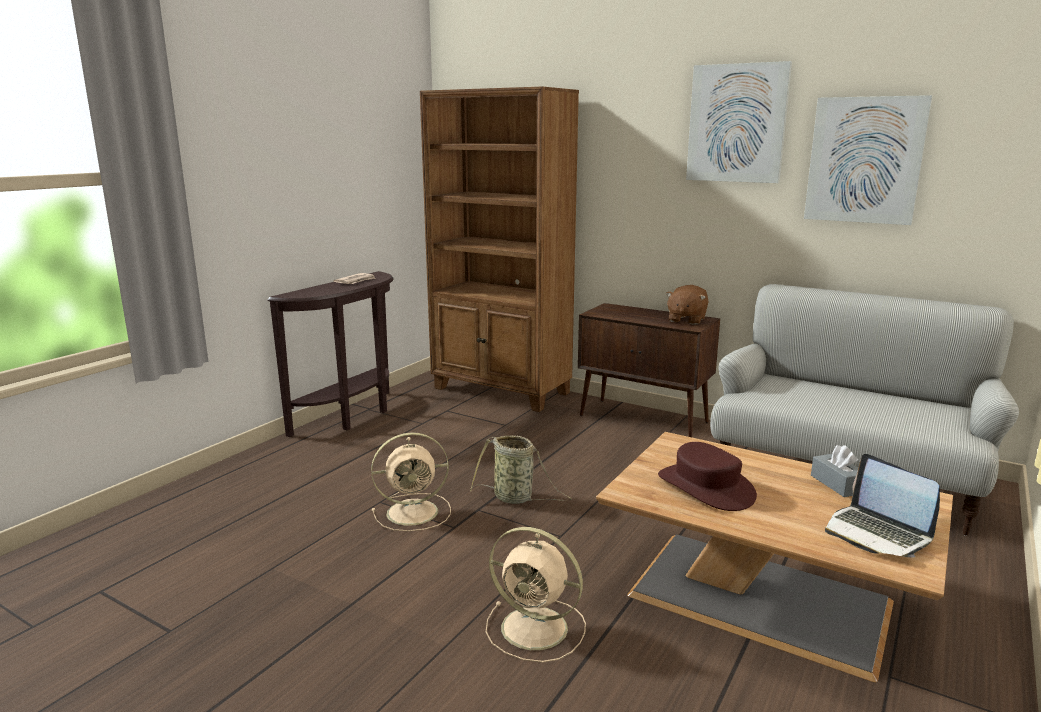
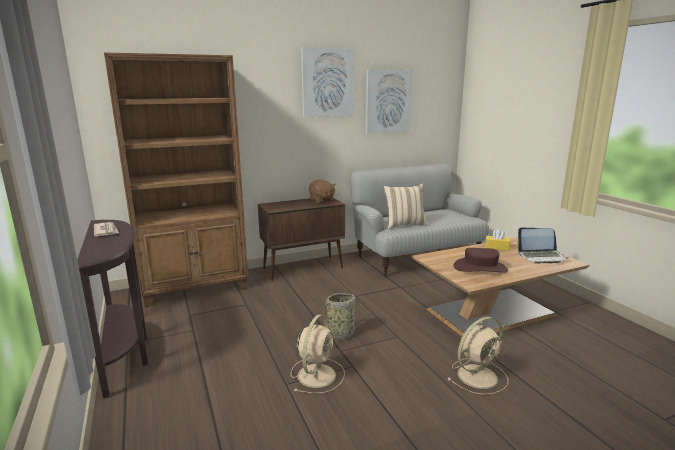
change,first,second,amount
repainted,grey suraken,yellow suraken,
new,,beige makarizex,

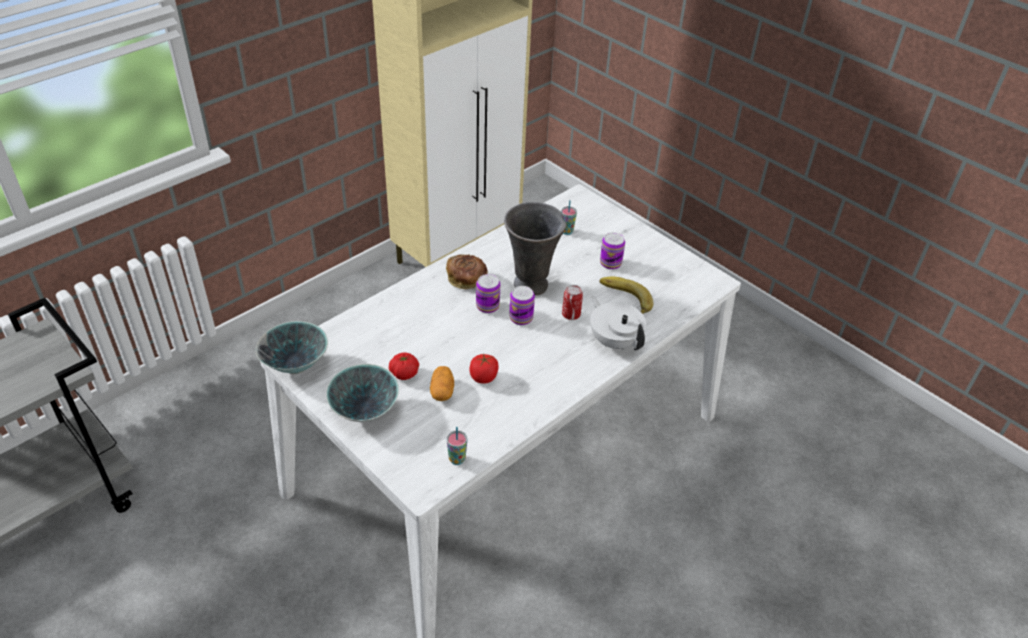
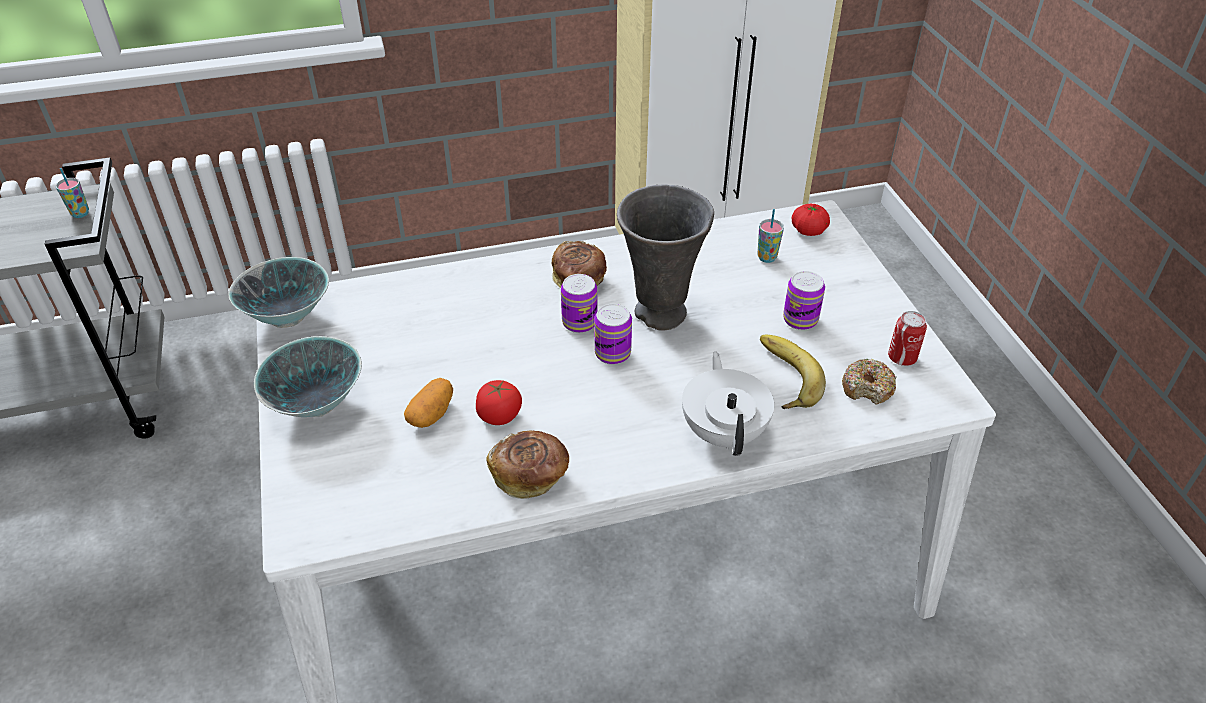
change,first,second,amount
shifted,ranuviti (no. 3 from left in the first image),ranuviti (no. 4 from left),
shifted,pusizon (no. 1 from left in the first image),pusizon (no. 2 from left),
shifted,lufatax (no. 1 from left),,
new,,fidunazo,
new,,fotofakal (no. 1 from left),

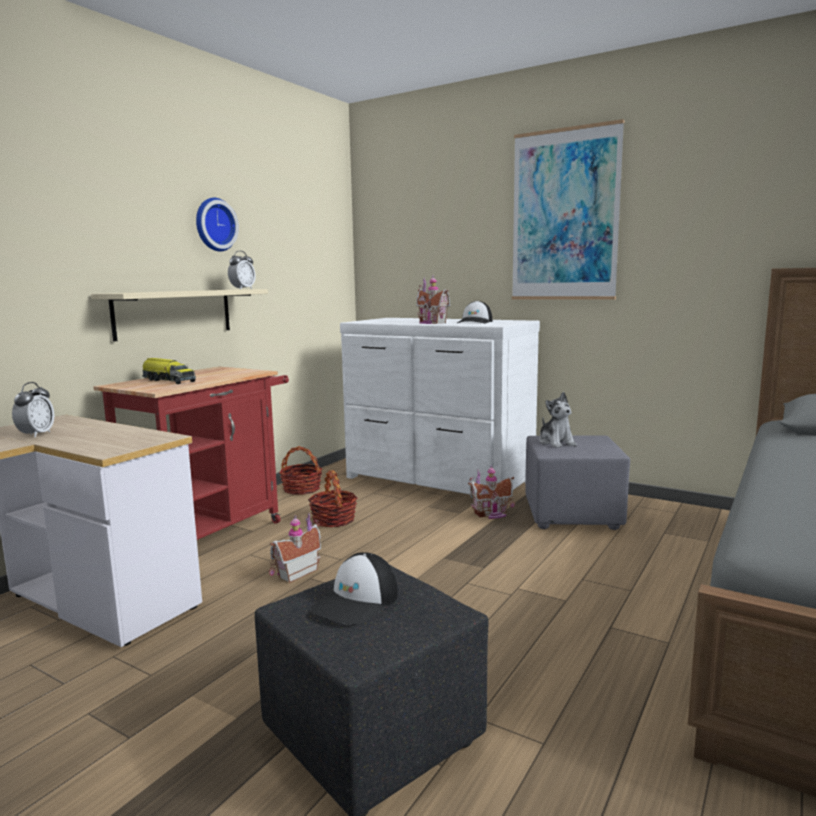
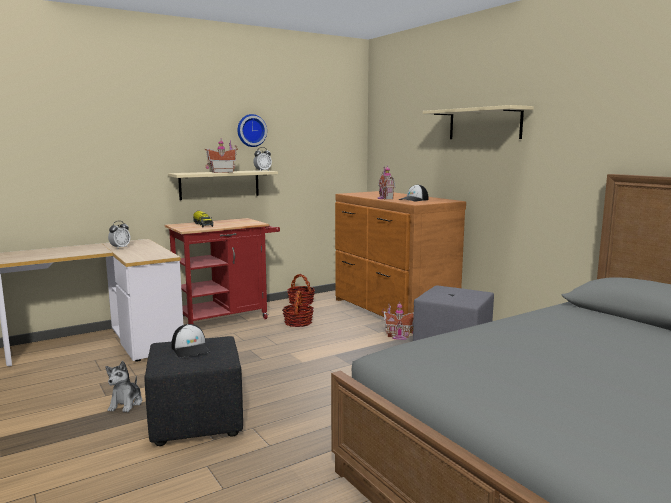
change,first,second,amount
swapped,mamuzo,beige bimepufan (no. 2 from left),
repainted,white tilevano,brown tilevano,
shifted,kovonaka,,
shifted,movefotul (no. 1 from left),,
rotated,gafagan (no. 1 from left),,90 degrees counterclockwise

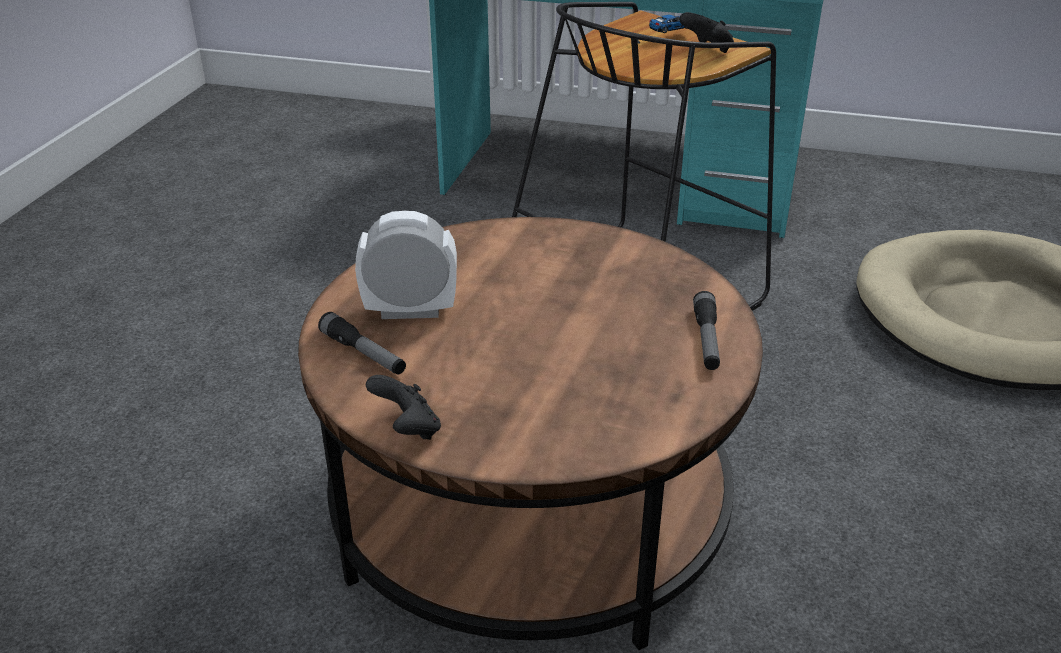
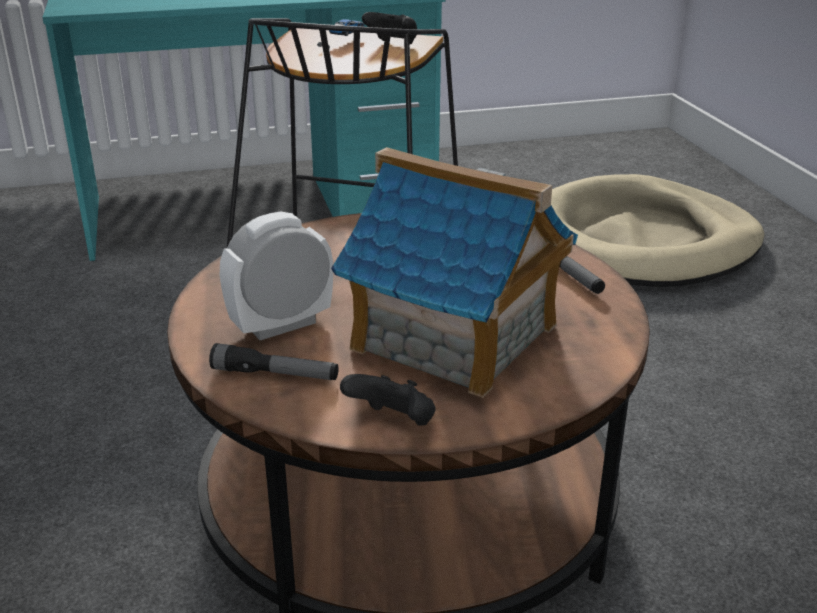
change,first,second,amount
new,,movefotul,

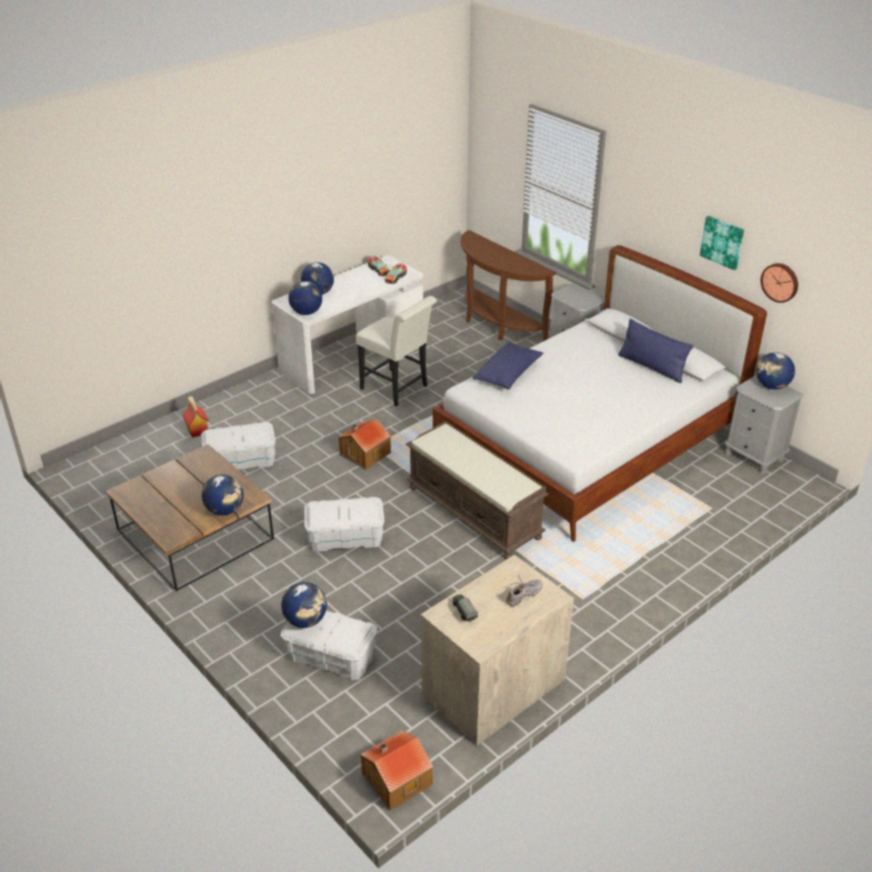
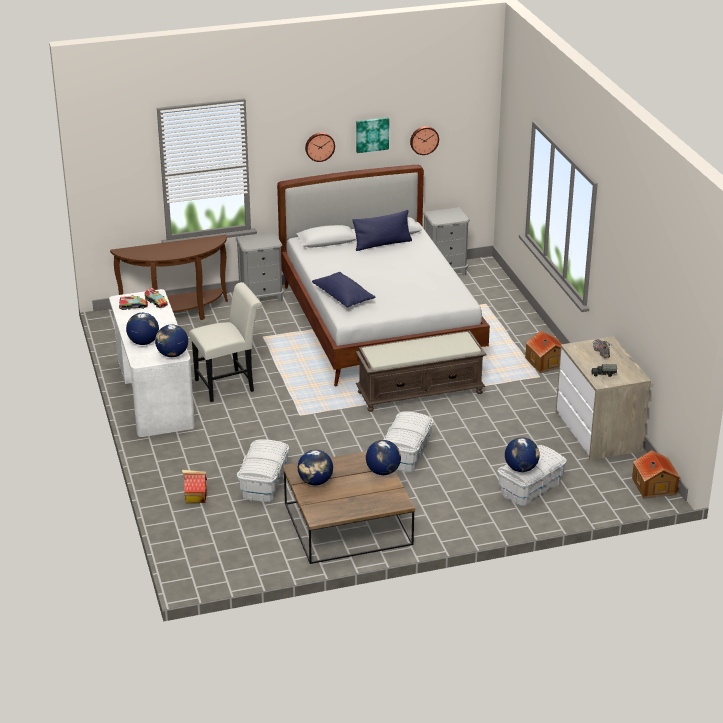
change,first,second,amount
shifted,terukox (no. 5 from left in the first image),terukox (no. 3 from left),
shifted,movefotul (no. 2 from left),,
new,,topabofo (no. 1 from left),

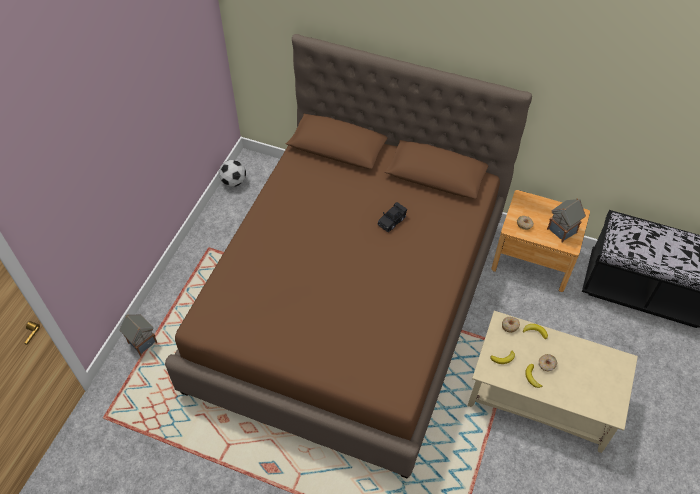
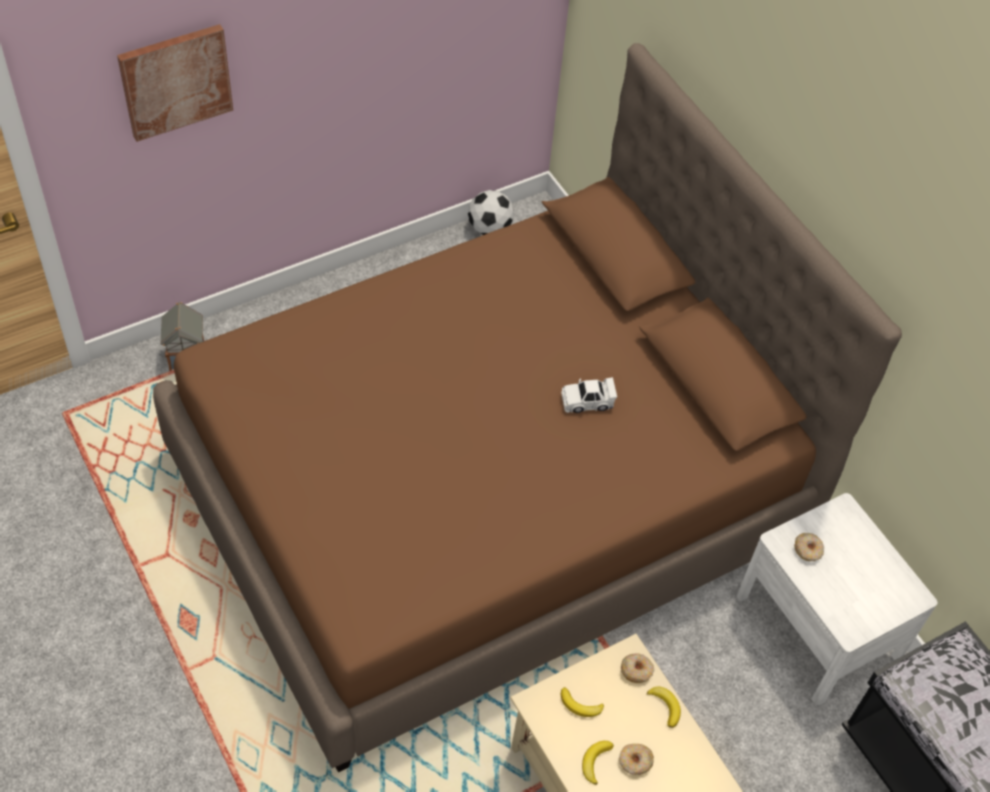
change,first,second,amount
repainted,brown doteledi,white doteledi,
gone,movefotul (no. 2 from left),,
repainted,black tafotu,white tafotu,
new,,mamuzo,

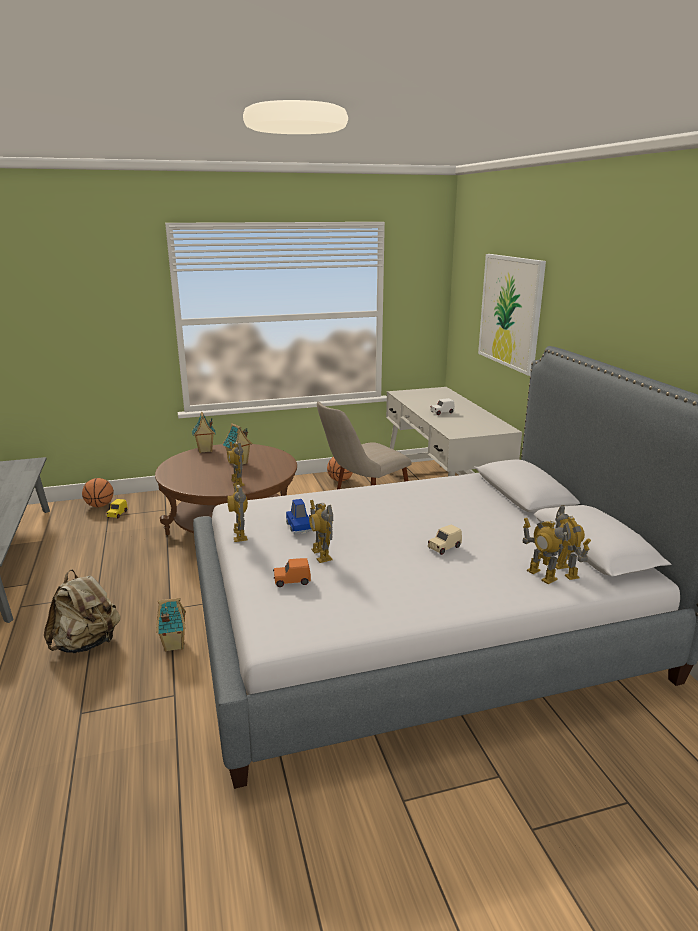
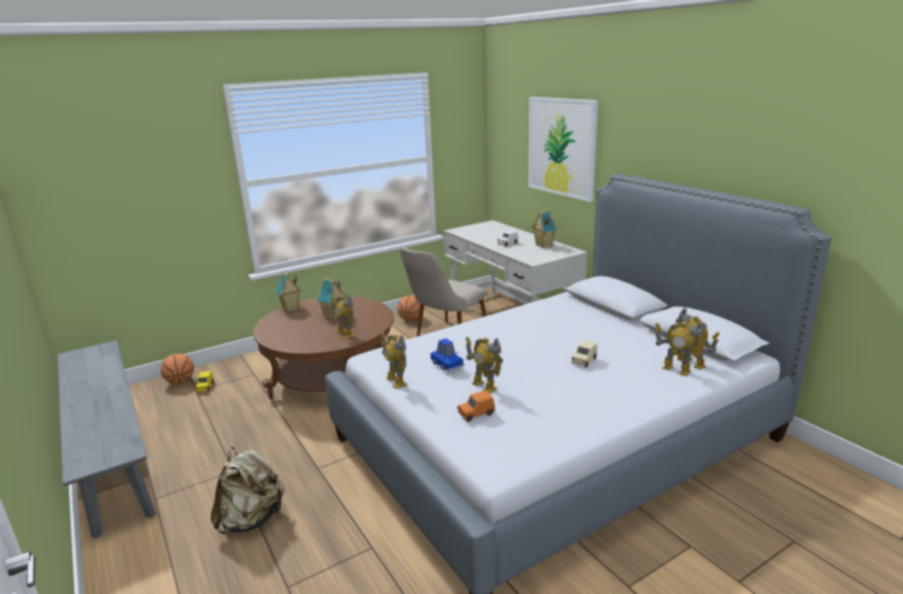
change,first,second,amount
shifted,movefotul (no. 1 from left in the first image),movefotul (no. 3 from left),

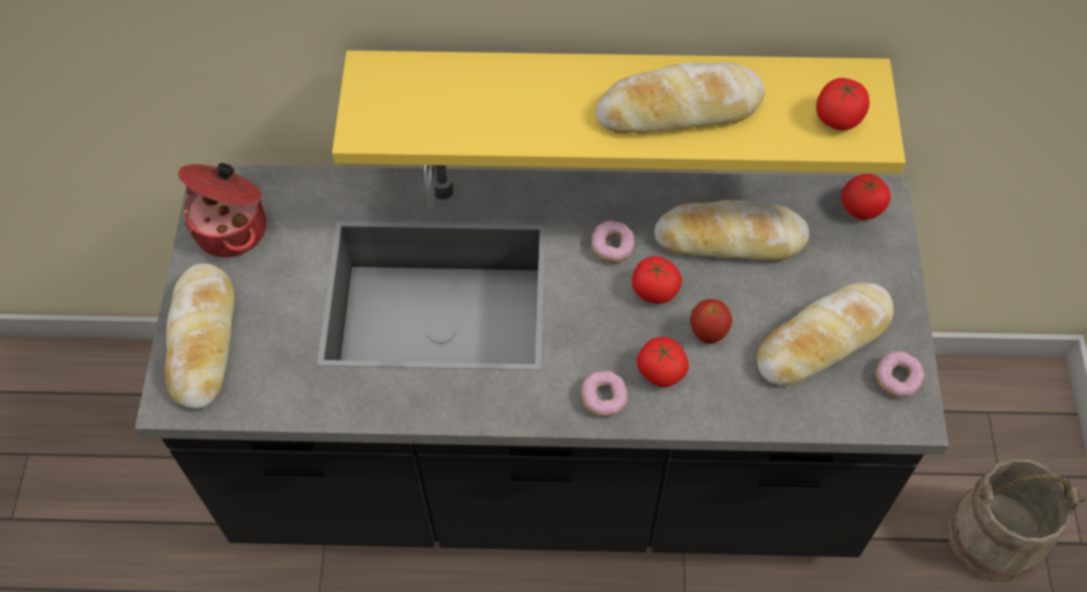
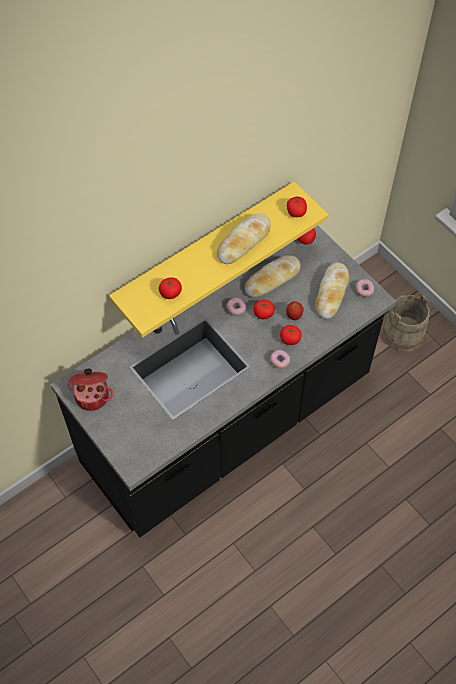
change,first,second,amount
gone,fotofakal (no. 1 from left),,
new,,pusizon (no. 1 from left),

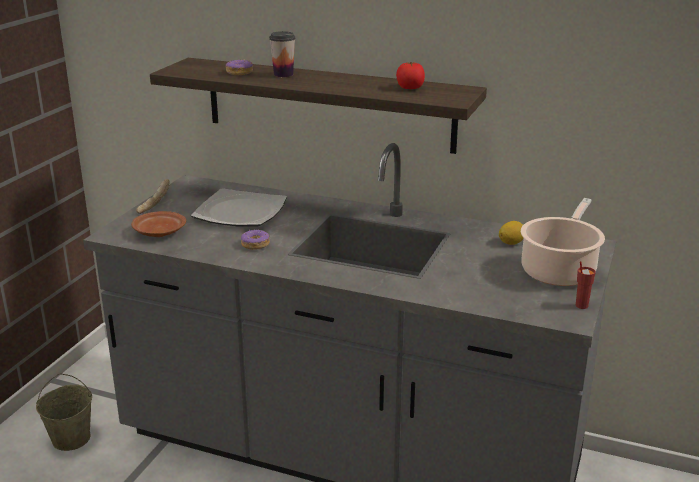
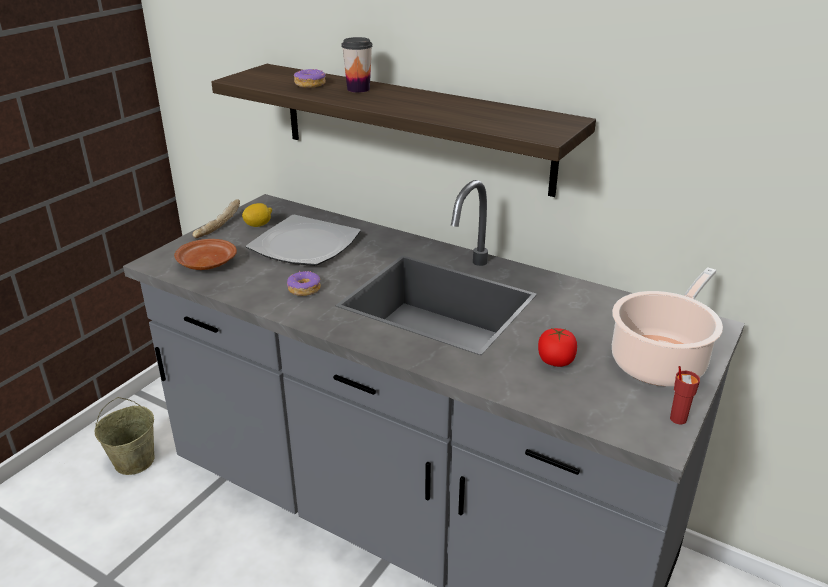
change,first,second,amount
shifted,pusizon,,
shifted,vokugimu,,

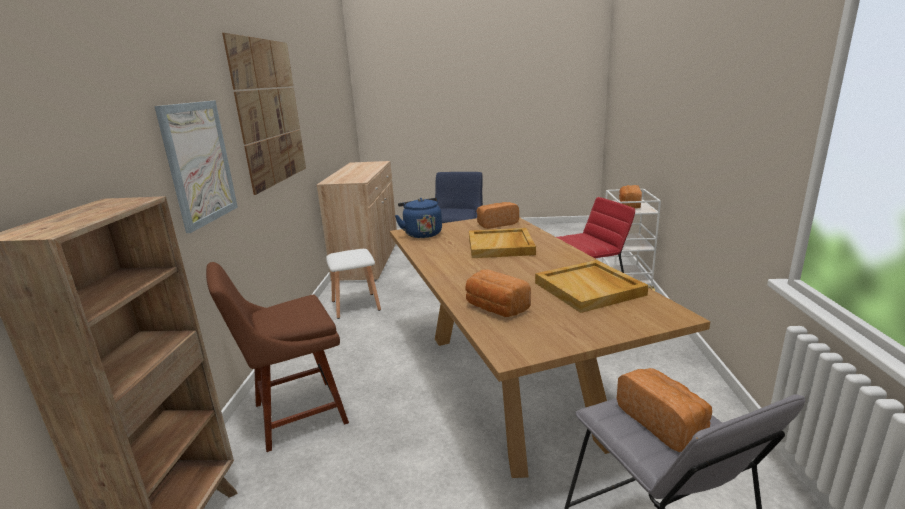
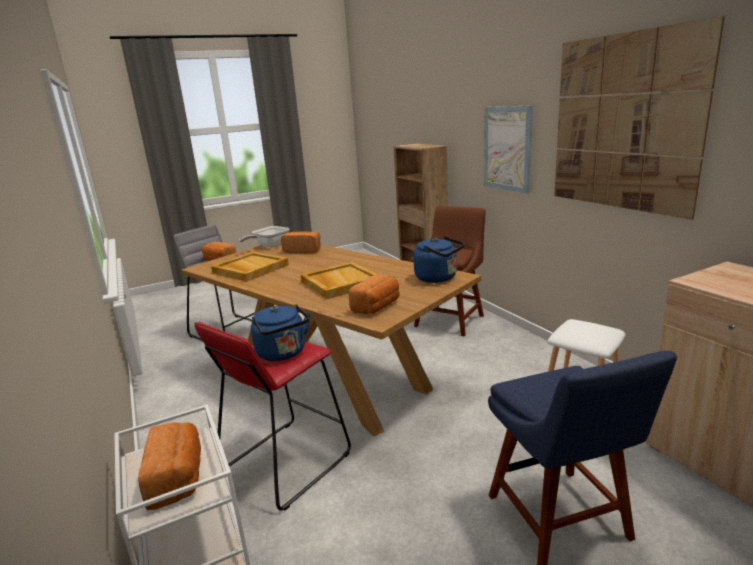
change,first,second,amount
new,,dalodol,
new,,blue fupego (no. 1 from left),

